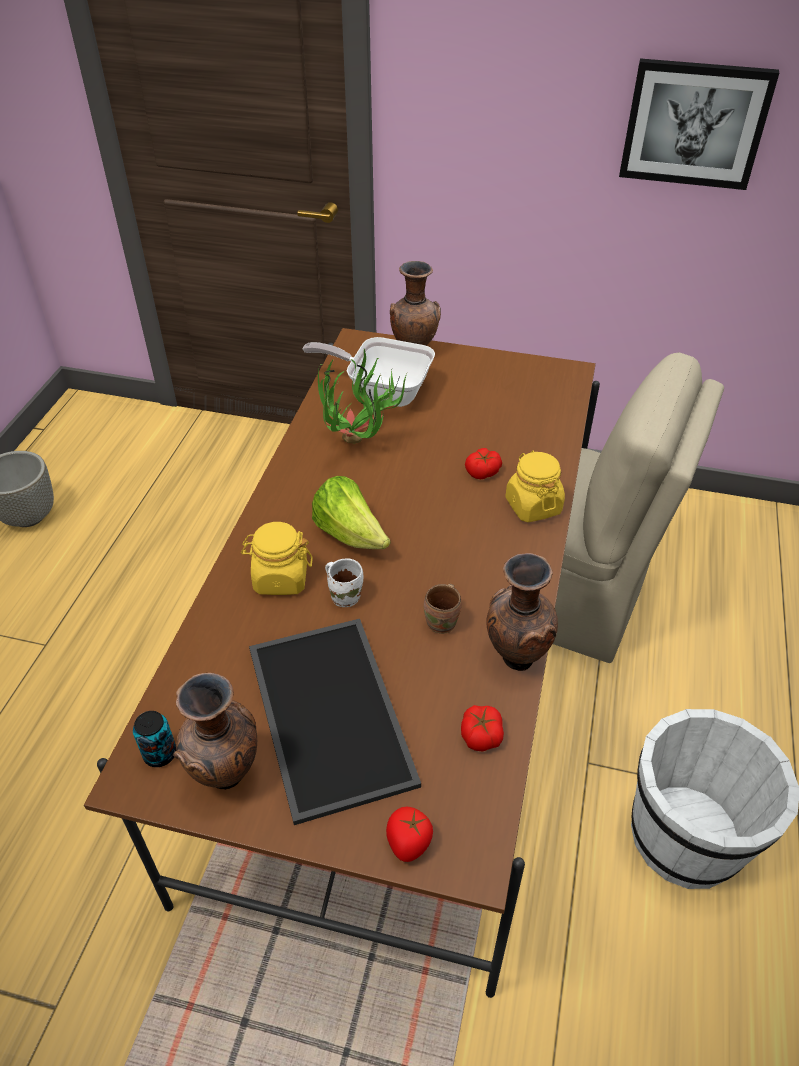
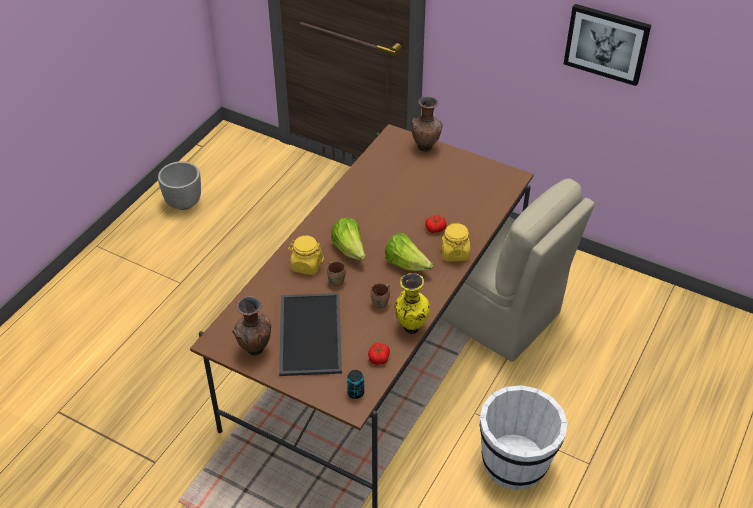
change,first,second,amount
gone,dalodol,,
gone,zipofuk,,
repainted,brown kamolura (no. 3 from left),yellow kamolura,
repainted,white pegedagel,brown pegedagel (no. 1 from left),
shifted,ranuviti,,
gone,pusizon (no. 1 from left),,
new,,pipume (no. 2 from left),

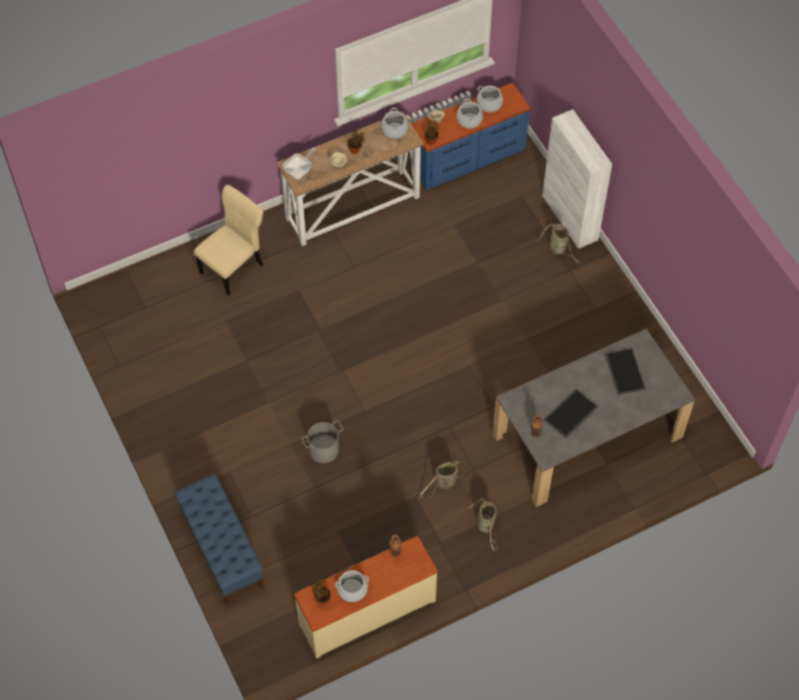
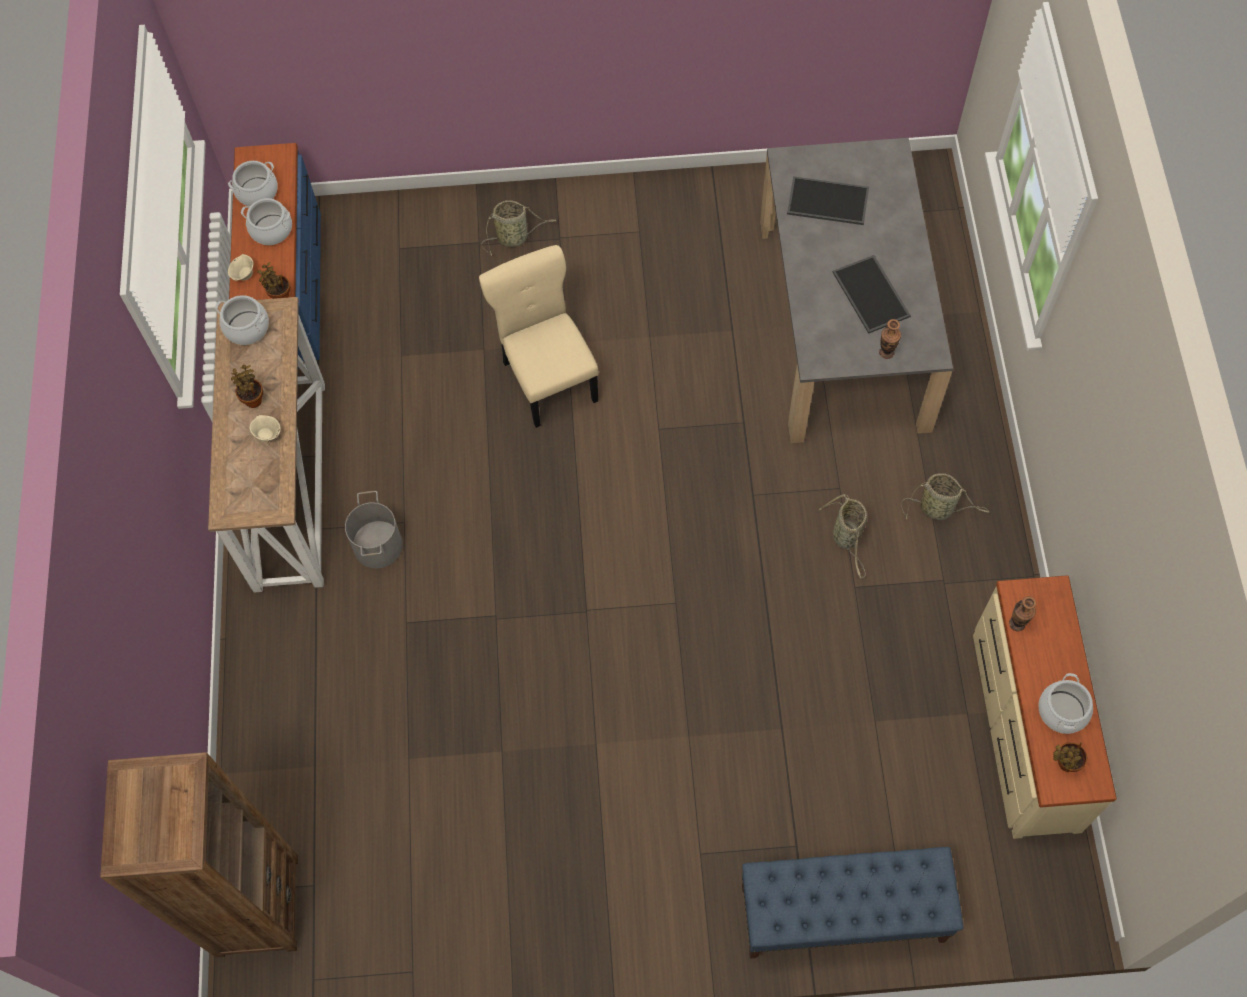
change,first,second,amount
gone,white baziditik,,
gone,dalodol,,
shifted,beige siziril,,
shifted,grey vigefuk,,
new,,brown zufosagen,

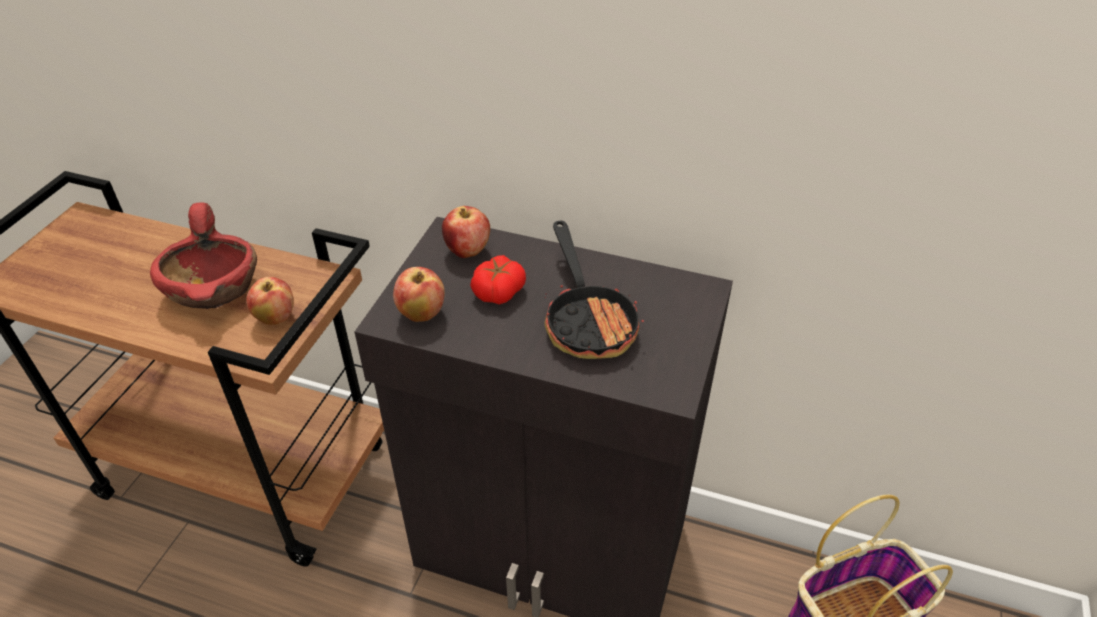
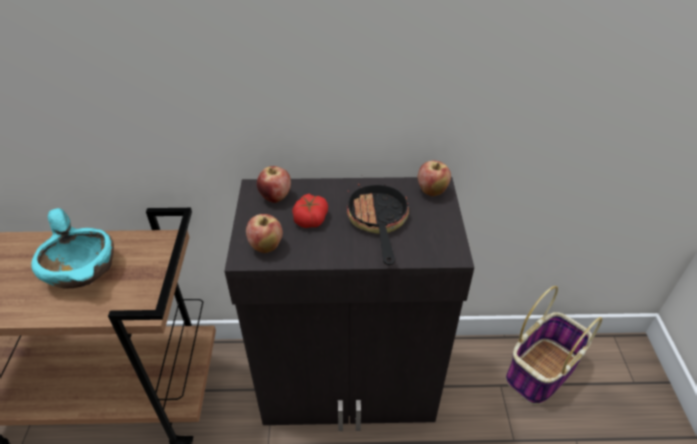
change,first,second,amount
repainted,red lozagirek,turquoise lozagirek,
rotated,dalodol,,150 degrees counterclockwise
shifted,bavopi (no. 1 from left in the first image),bavopi (no. 3 from left),

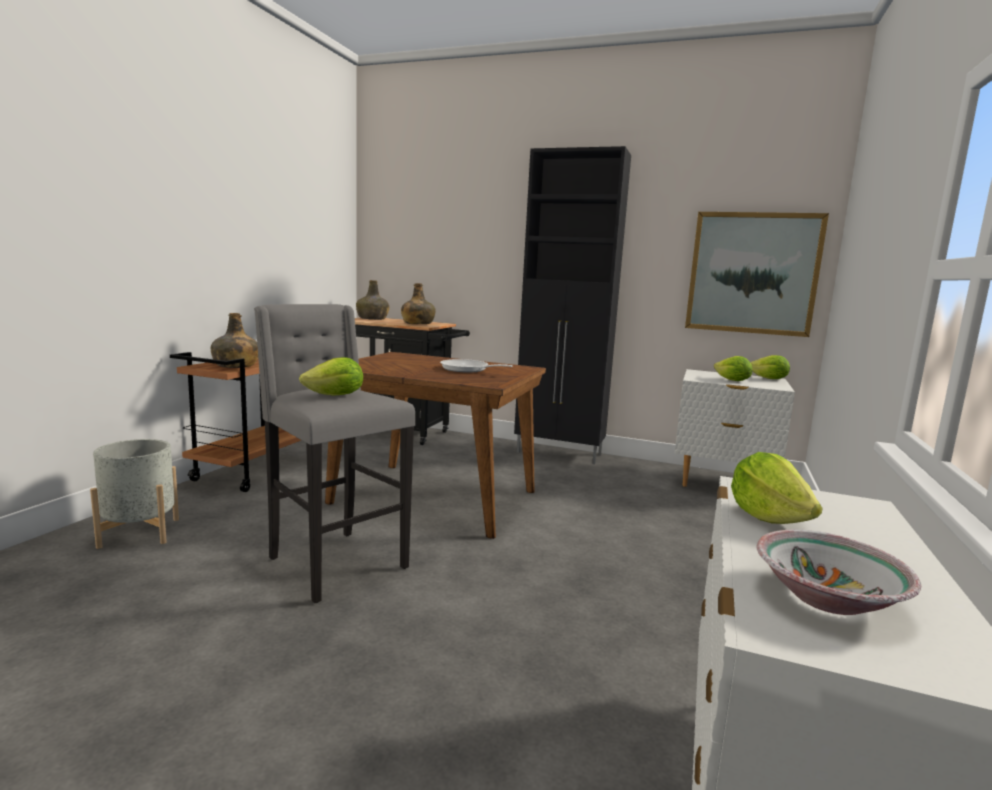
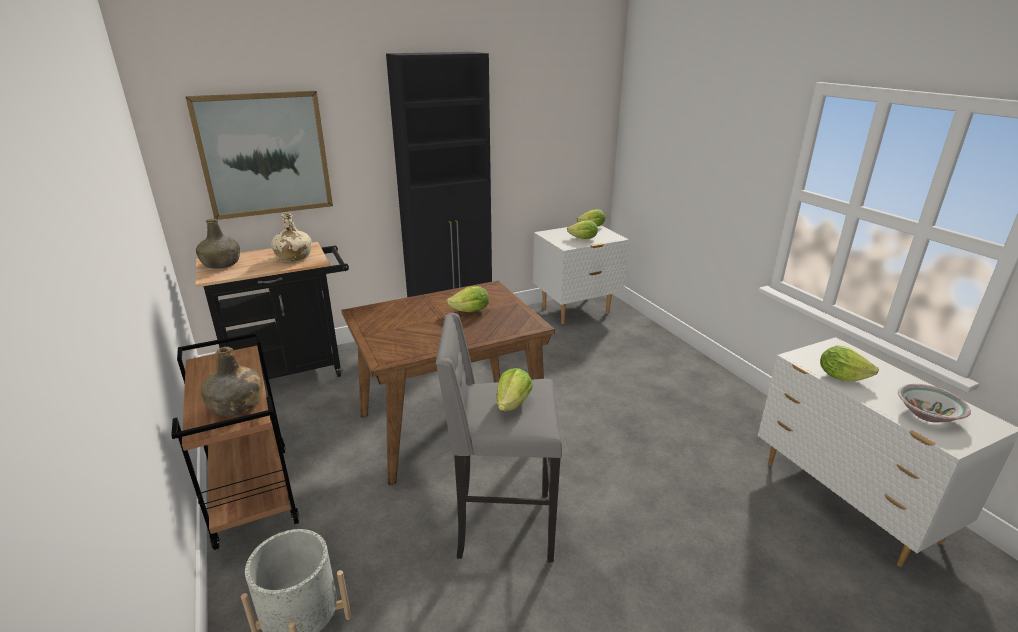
change,first,second,amount
shifted,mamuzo,,
repainted,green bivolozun (no. 3 from left),beige bivolozun,
swapped,dalodol,pipume (no. 1 from left),

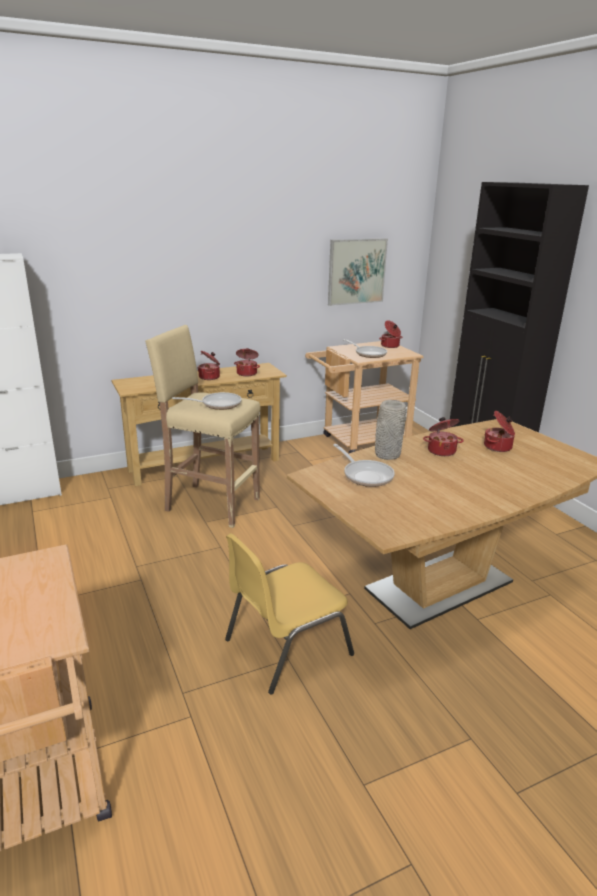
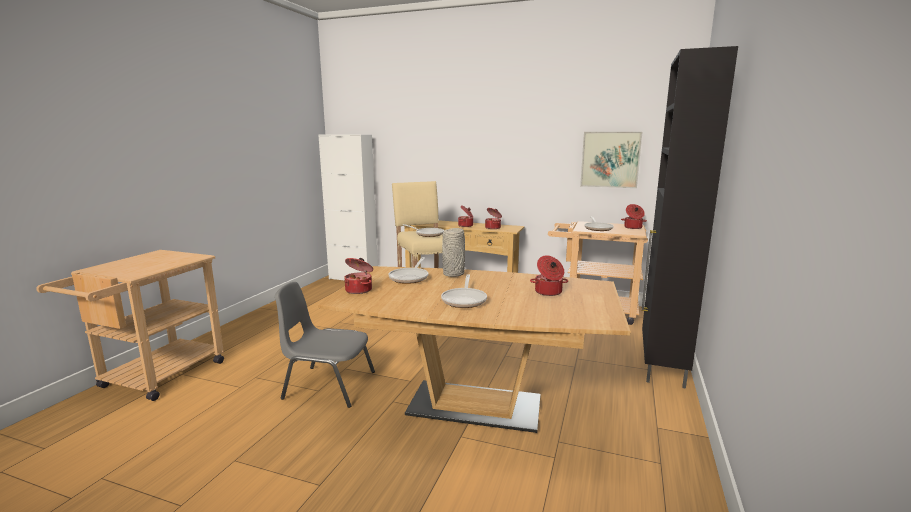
change,first,second,amount
shifted,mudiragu (no. 4 from left in the first image),mudiragu (no. 1 from left),
repainted,yellow siziril,grey siziril,
new,,dalodol (no. 3 from left),

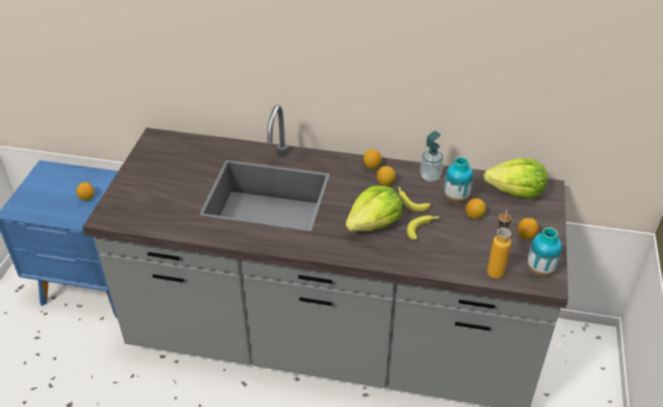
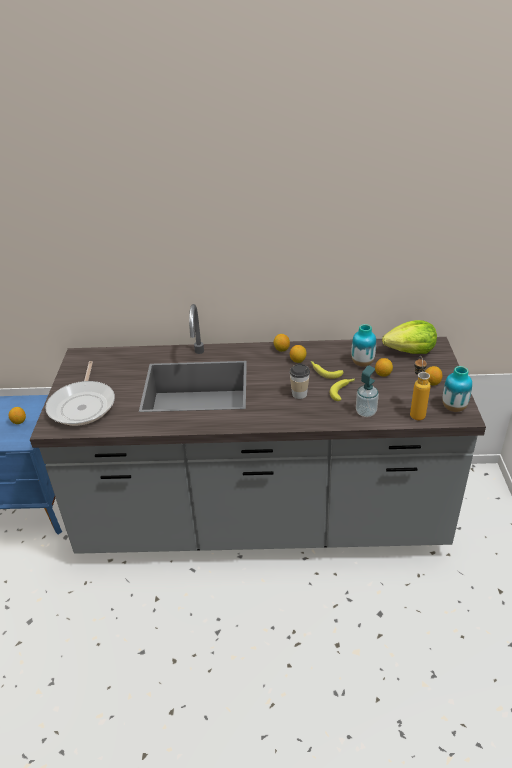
change,first,second,amount
shifted,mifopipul,,
swapped,pipume (no. 1 from left),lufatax,
new,,dalodol,

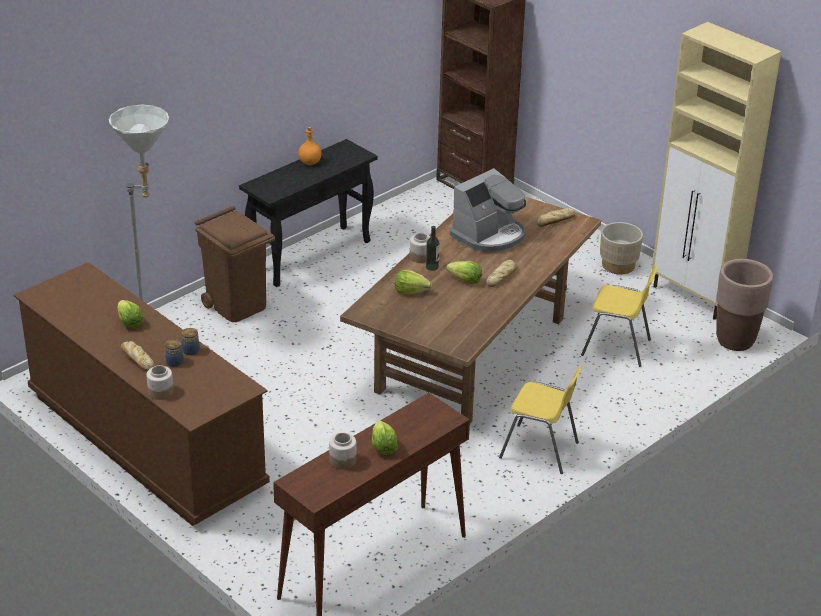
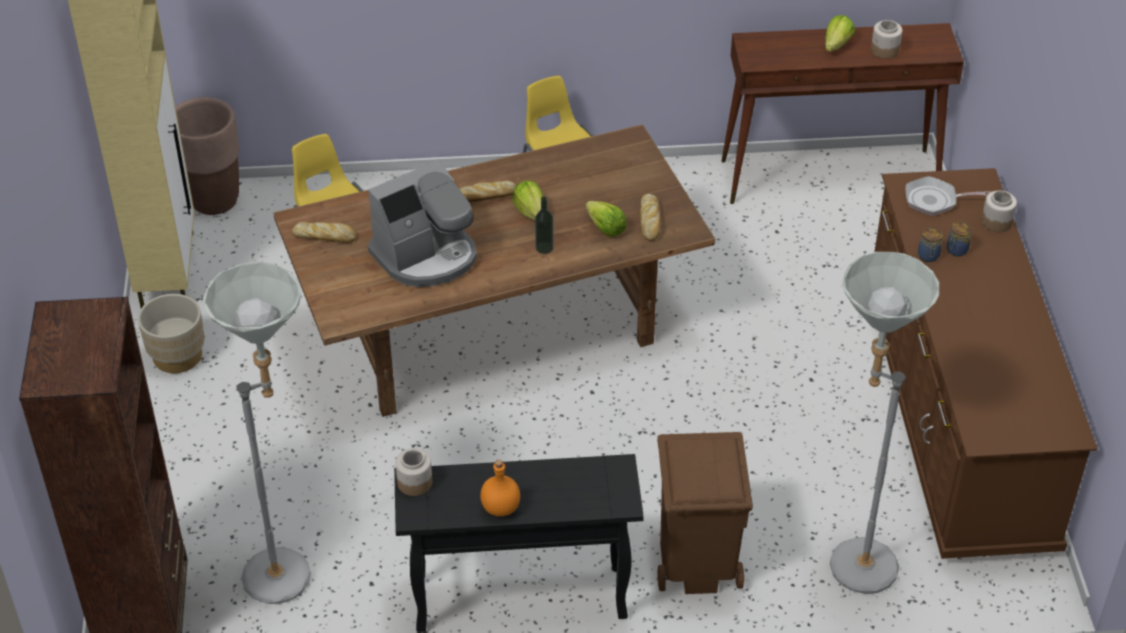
change,first,second,amount
rotated,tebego,,150 degrees clockwise
shifted,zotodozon (no. 5 from left in the first image),zotodozon (no. 1 from left),
gone,pipume (no. 1 from left),,
shifted,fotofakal (no. 1 from left in the first image),fotofakal (no. 3 from left),
new,,dalodol,
new,,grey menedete (no. 1 from left),

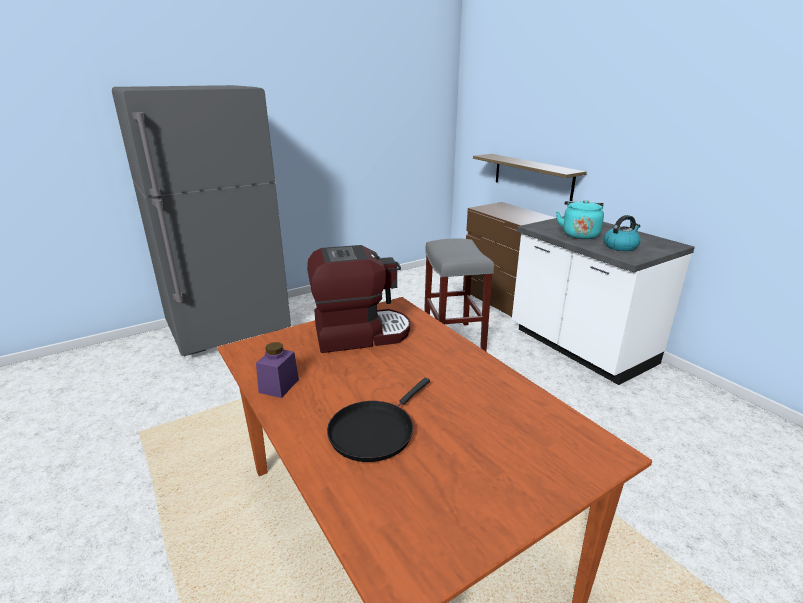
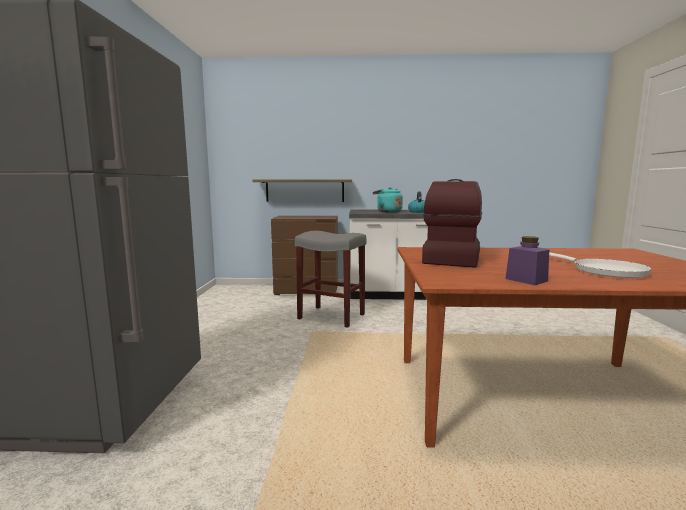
change,first,second,amount
repainted,black dalodol,white dalodol,

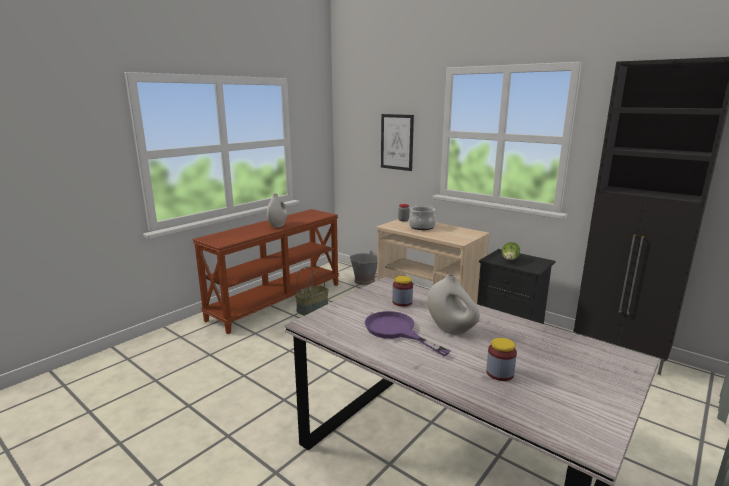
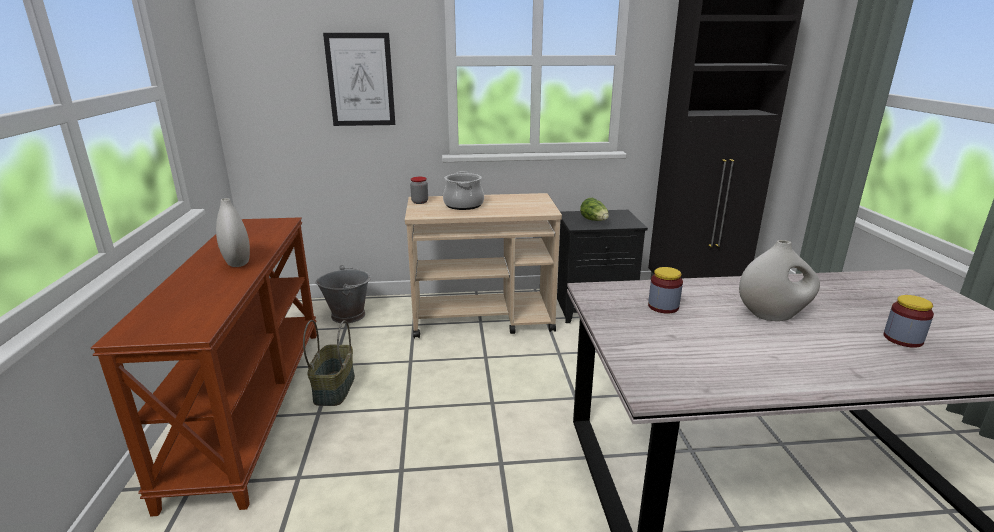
change,first,second,amount
gone,purple dalodol,,

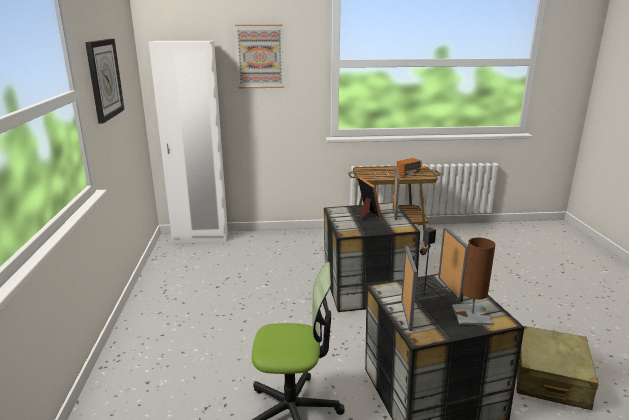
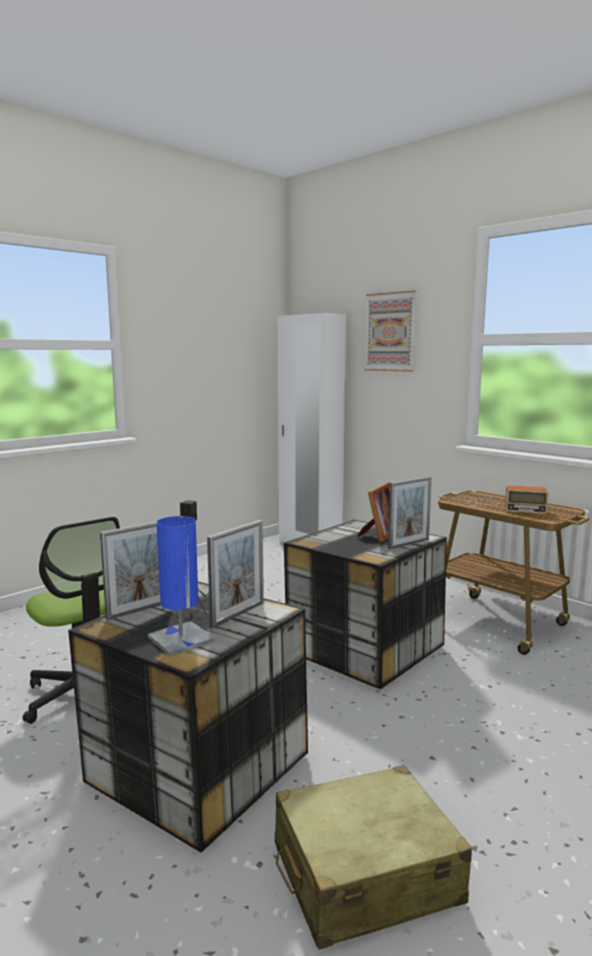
change,first,second,amount
gone,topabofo,,
repainted,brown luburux,blue luburux,

